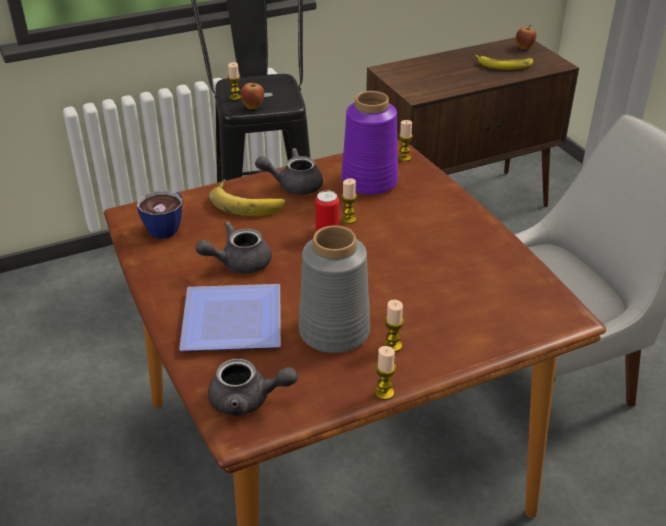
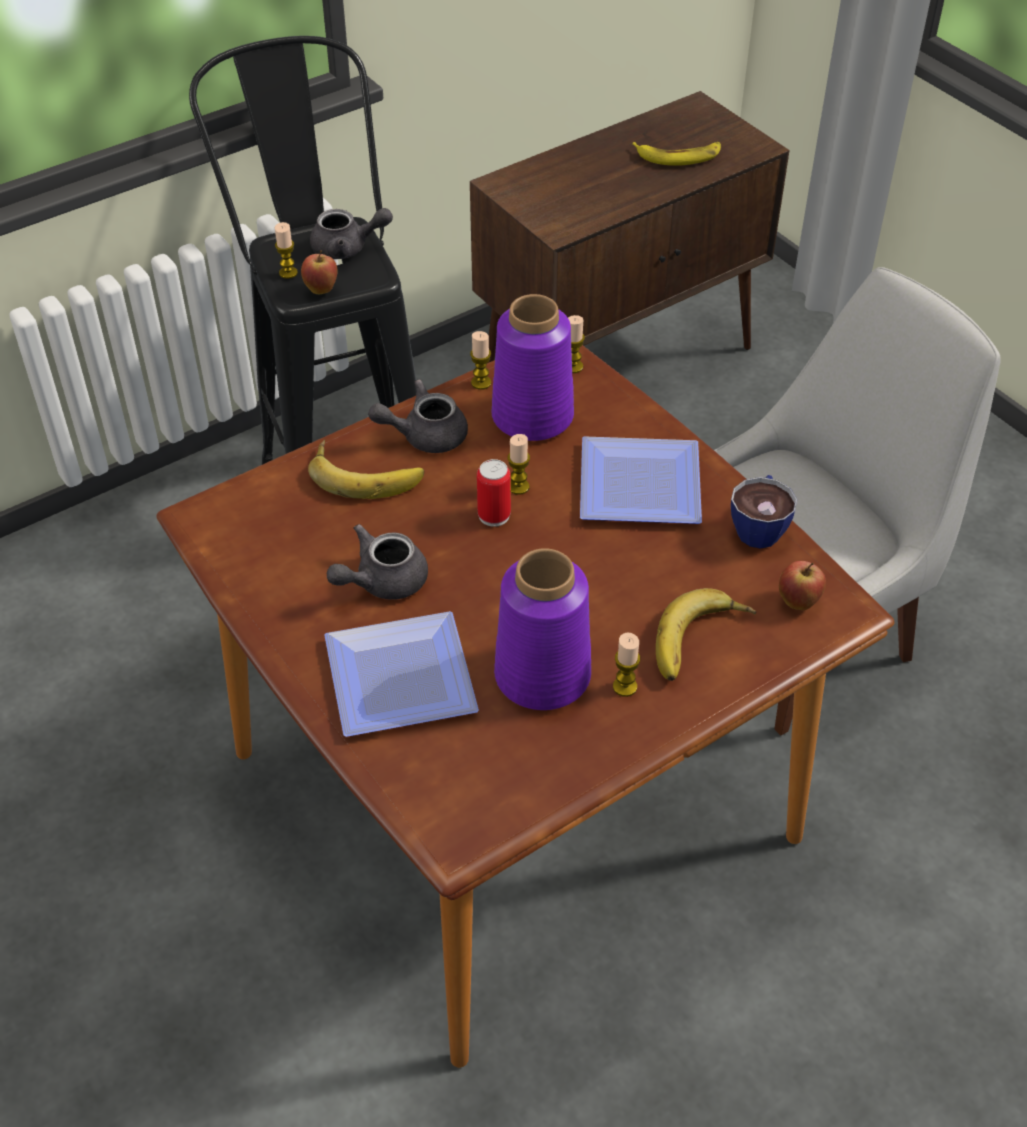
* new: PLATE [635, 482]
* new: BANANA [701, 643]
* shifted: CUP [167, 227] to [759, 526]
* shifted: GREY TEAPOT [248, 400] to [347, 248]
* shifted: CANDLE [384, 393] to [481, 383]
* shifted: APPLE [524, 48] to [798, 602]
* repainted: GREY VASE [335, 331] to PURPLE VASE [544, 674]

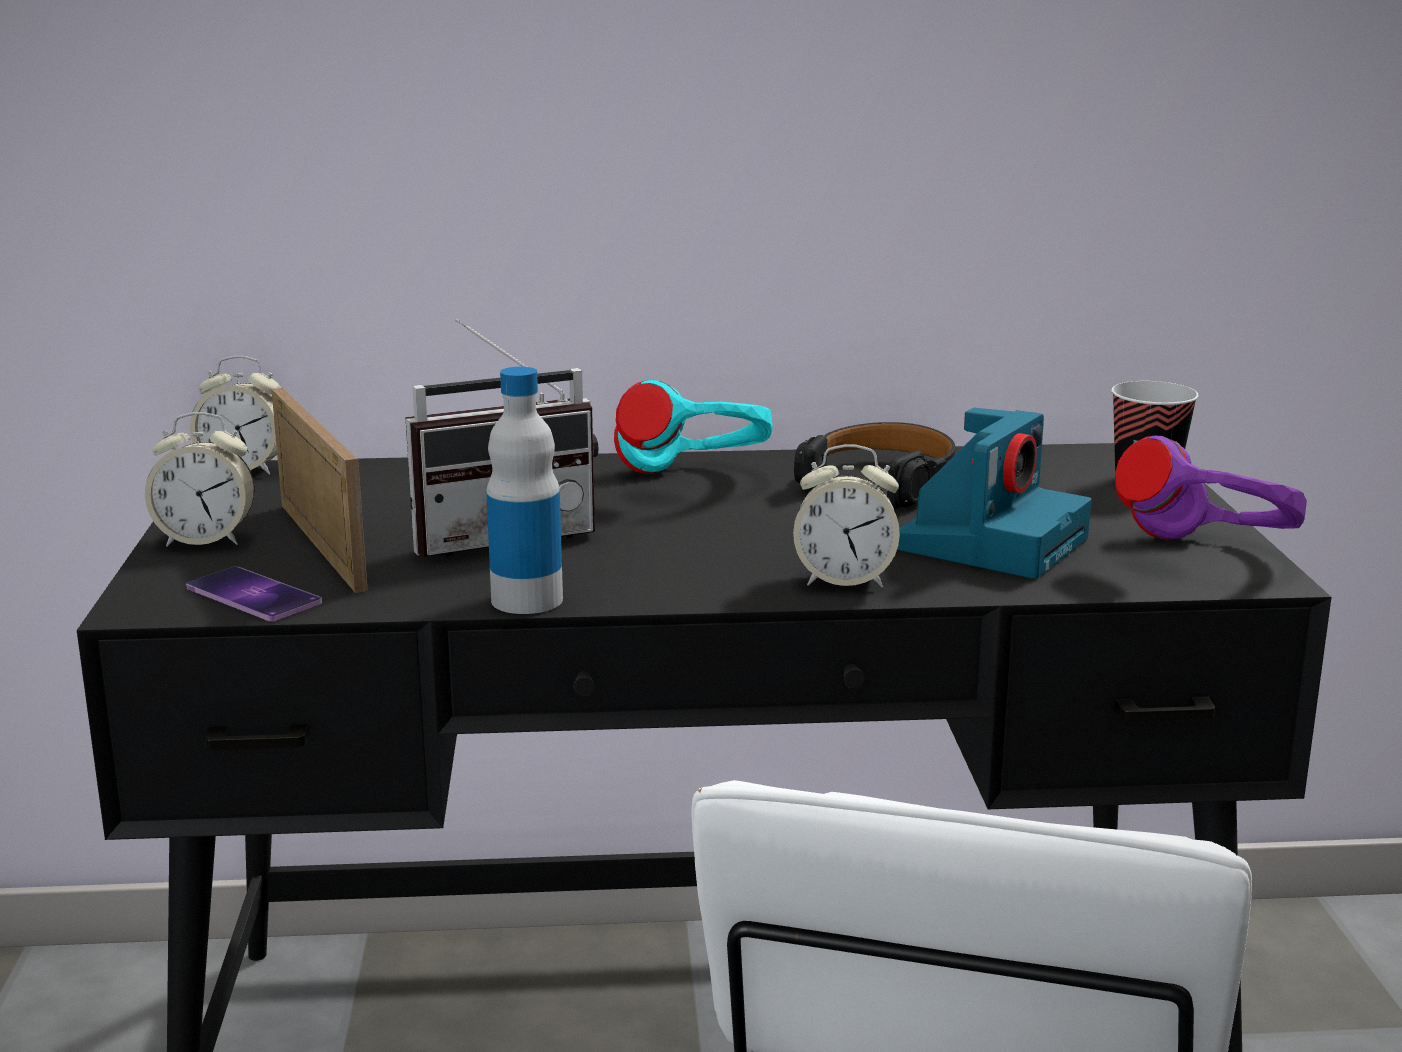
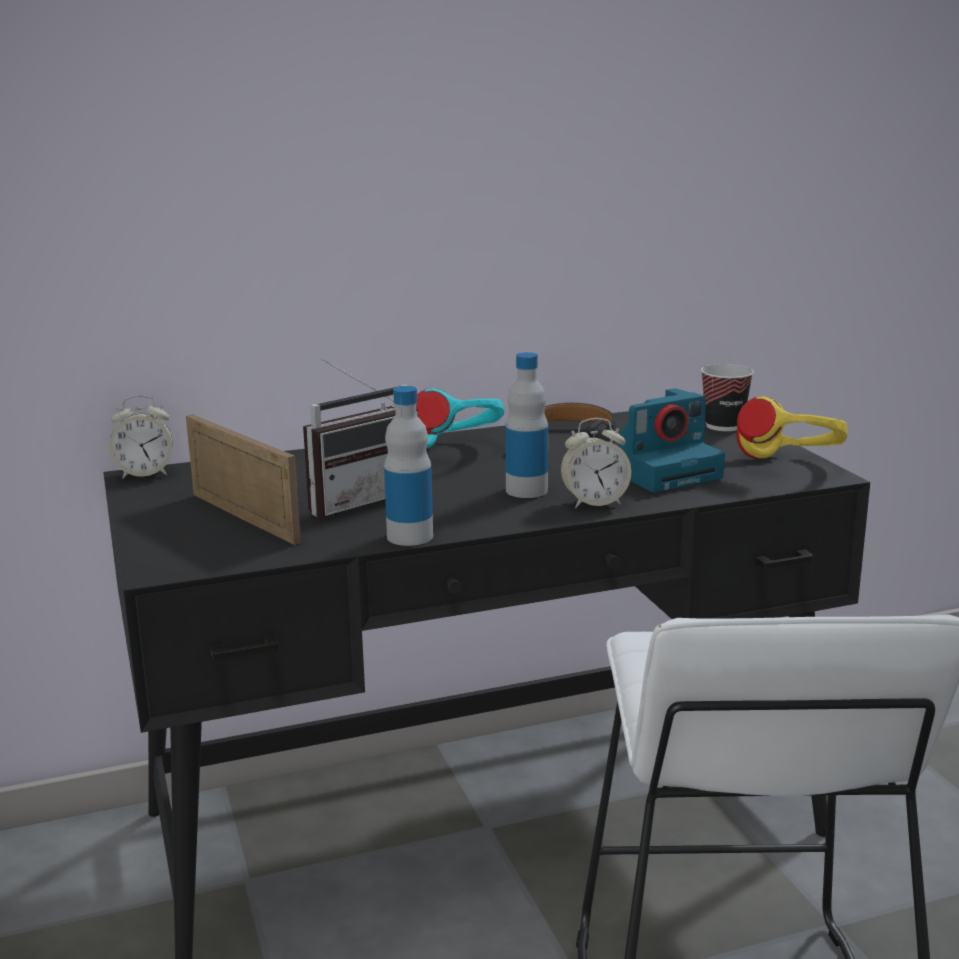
* gone: ALARM CLOCK [206, 540]
* gone: PHONE [253, 595]
* new: BOTTLE [526, 490]
* repainted: PURPLE HEADPHONES [1205, 557] to YELLOW HEADPHONES [788, 467]
* rotated: PHOTO CAMERA [991, 541] = [662, 470] 45 degrees clockwise

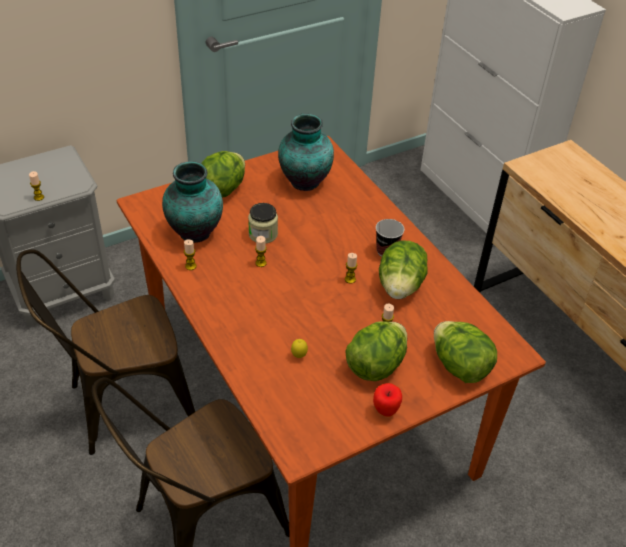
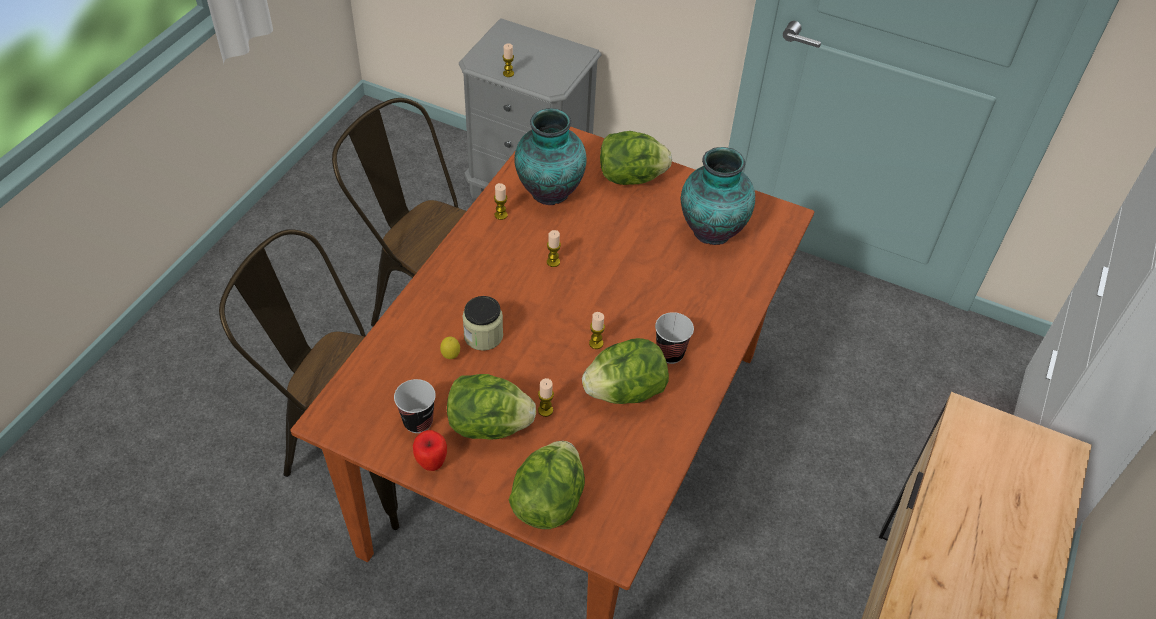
* new: CUP [418, 421]
* shifted: JAR [263, 234] to [483, 336]

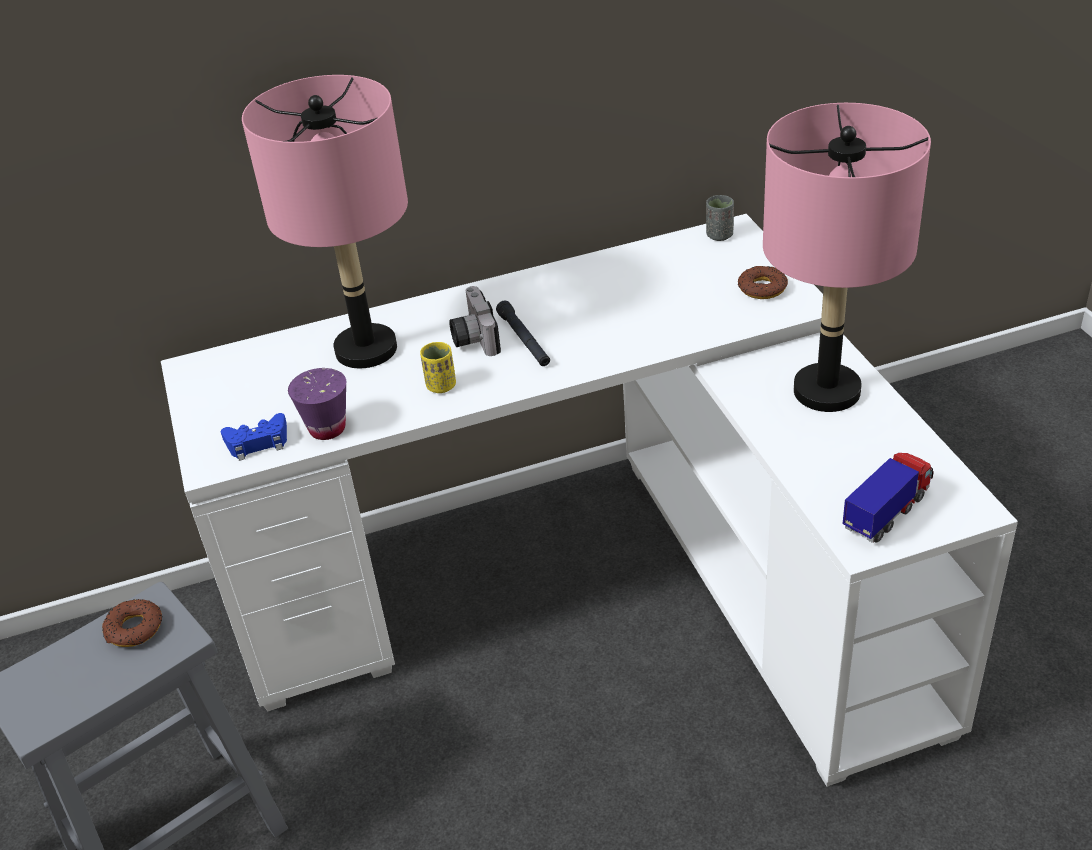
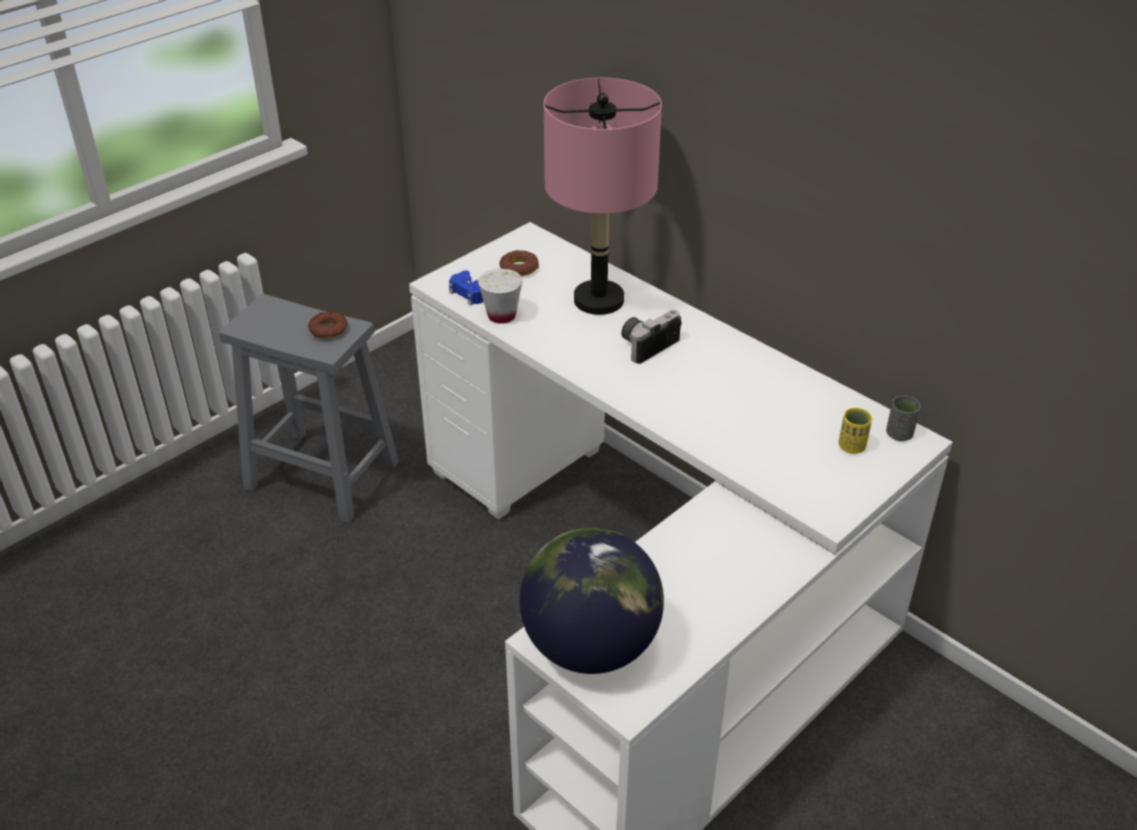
* gone: BLACK FLASHLIGHT [524, 340]
* gone: PINK TABLE LAMP [825, 391]
* shifted: YELLOW CUP [441, 386] to [851, 447]
* shifted: DONUT [762, 288] to [519, 268]
* swapped: TOY TRUCK [886, 513] to GLOBE [590, 647]
* repainted: PURPLE CUP [327, 429] to WHITE CUP [501, 316]

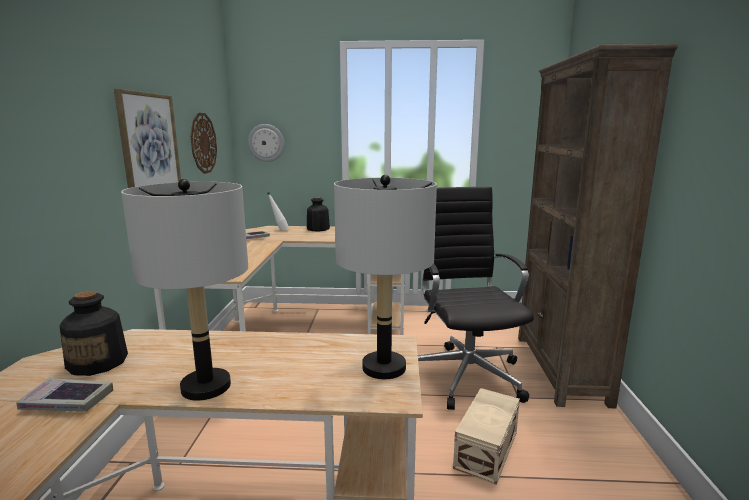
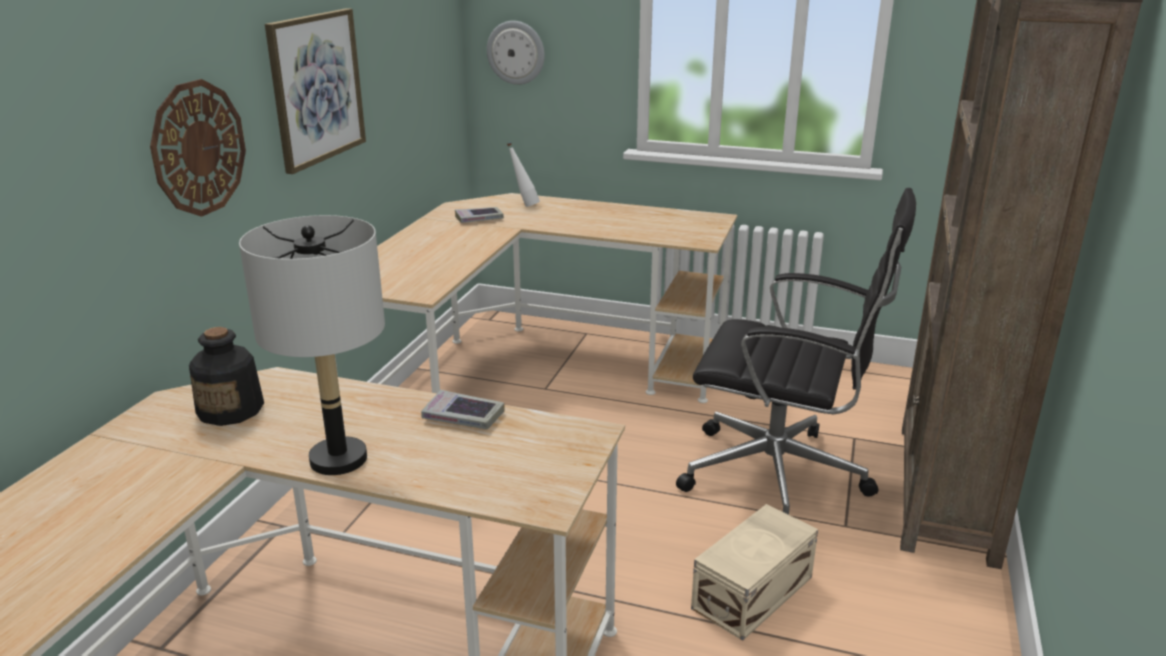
* gone: BOTTLE [318, 229]
* gone: GREY TABLE LAMP [384, 368]
* shifted: BOOK [67, 401] to [463, 416]
* shifted: WALL CLOCK [203, 143] to [198, 148]
* rotated: BLACK OFFICE CHAIR [466, 374] = [780, 477] 105 degrees clockwise

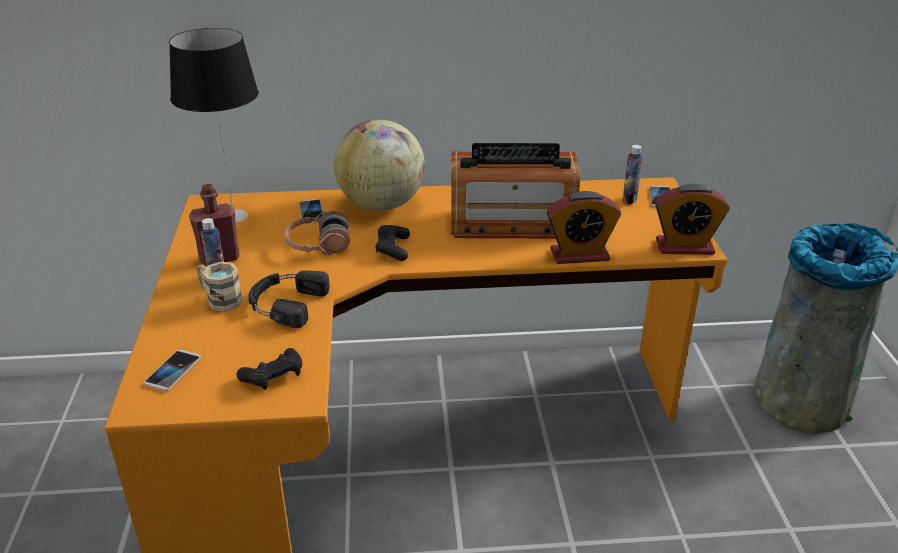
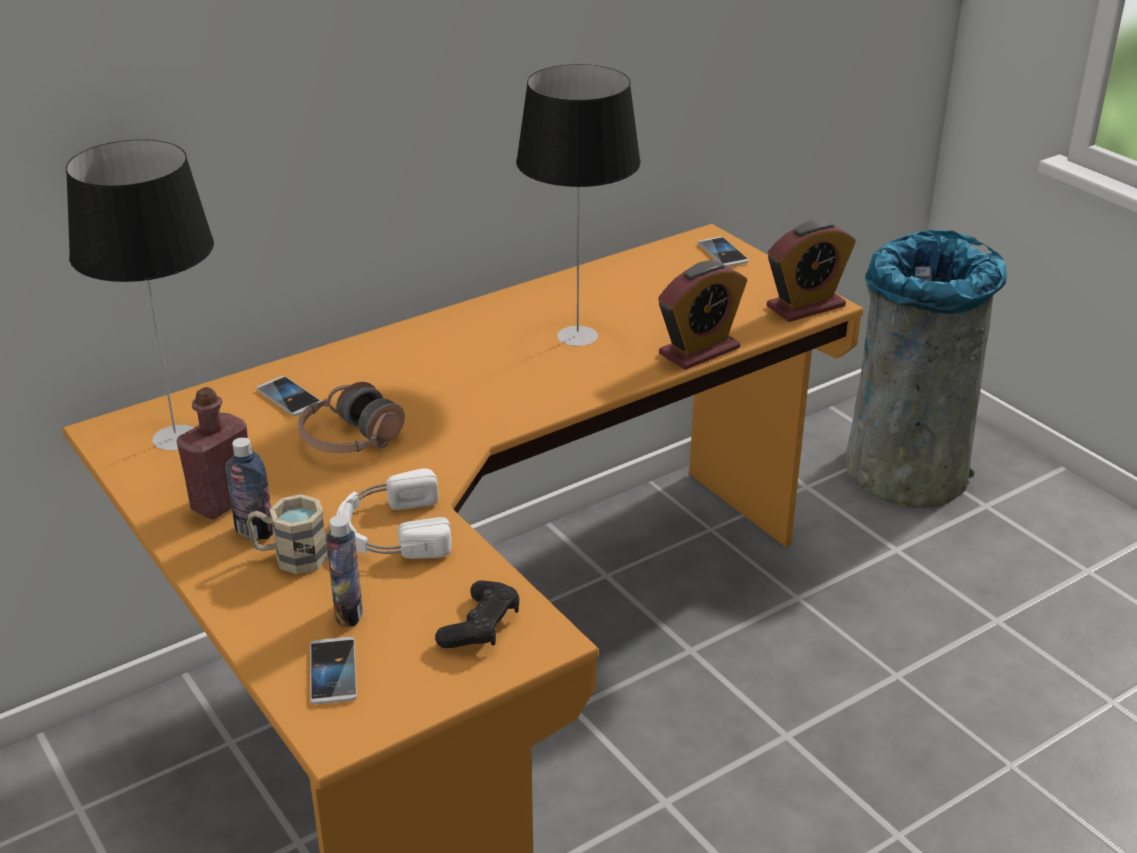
* gone: GLOBE [381, 205]
* gone: BLACK GAME CONTROLLER [393, 249]
* shifted: BOTTLE [629, 199] to [348, 613]
* swapped: RADIO [511, 223] to TABLE LAMP [578, 335]
* repainted: BLACK HEADPHONES [285, 303] to WHITE HEADPHONES [391, 531]

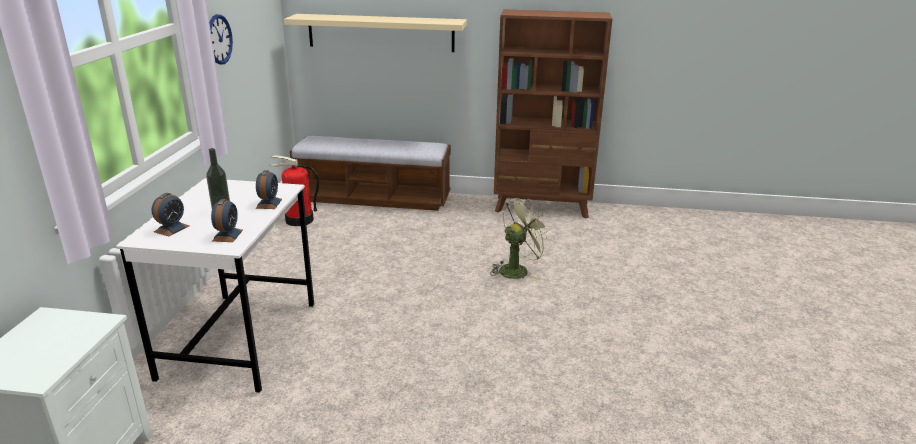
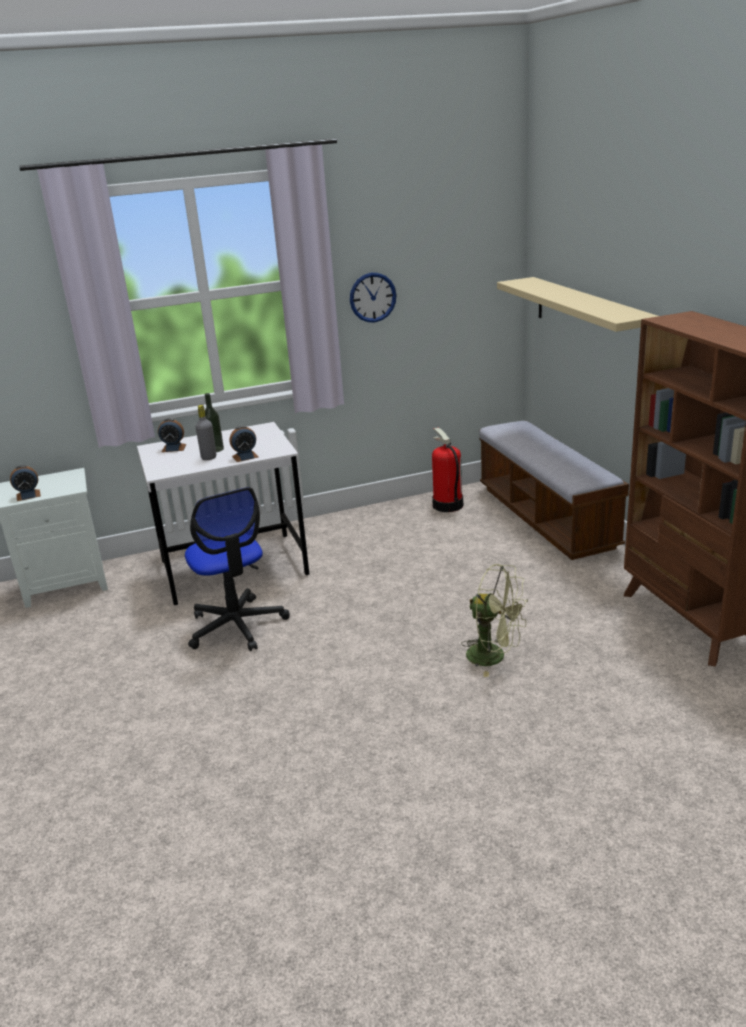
* new: OFFICE CHAIR [237, 626]
* new: GREY BOTTLE [209, 457]
* shifted: ALARM CLOCK [227, 235] to [28, 495]

